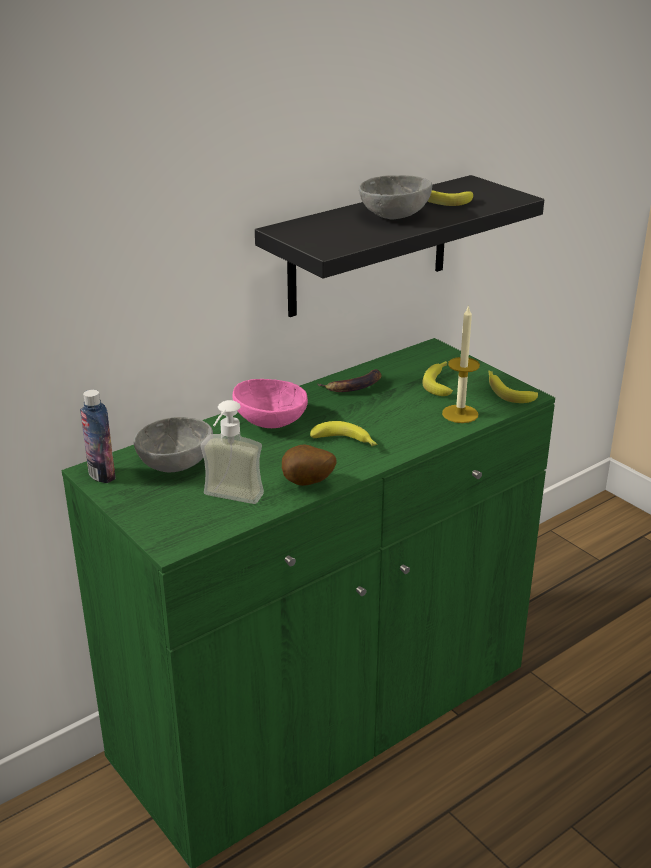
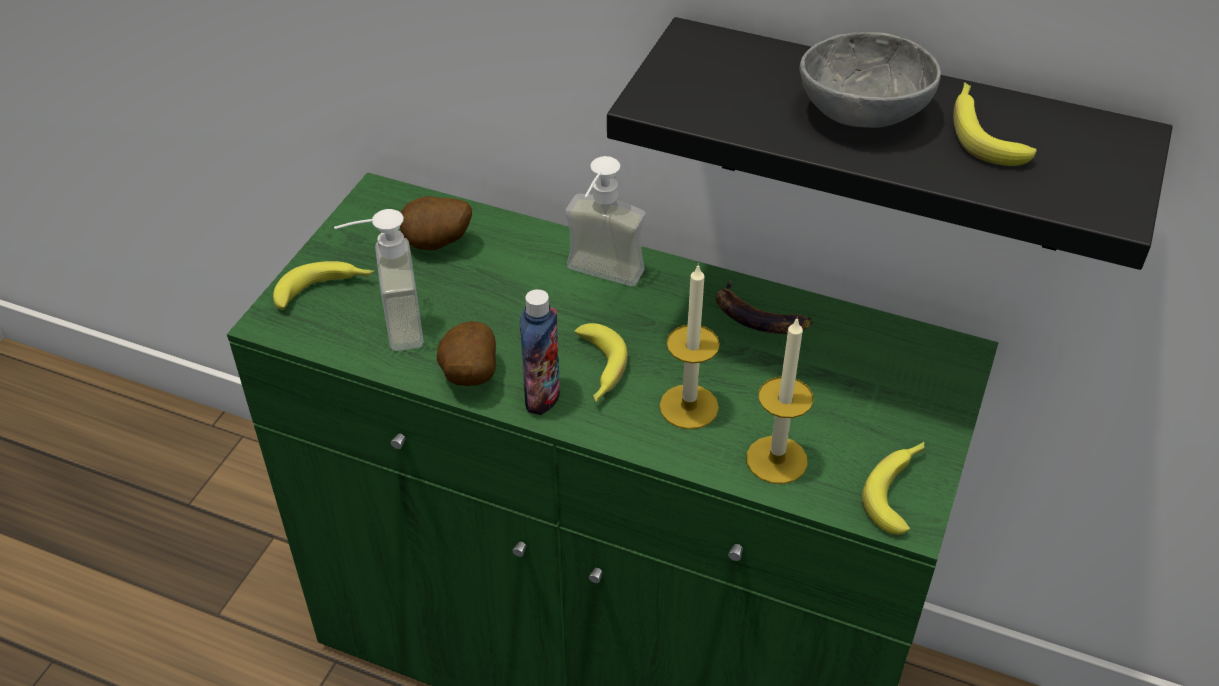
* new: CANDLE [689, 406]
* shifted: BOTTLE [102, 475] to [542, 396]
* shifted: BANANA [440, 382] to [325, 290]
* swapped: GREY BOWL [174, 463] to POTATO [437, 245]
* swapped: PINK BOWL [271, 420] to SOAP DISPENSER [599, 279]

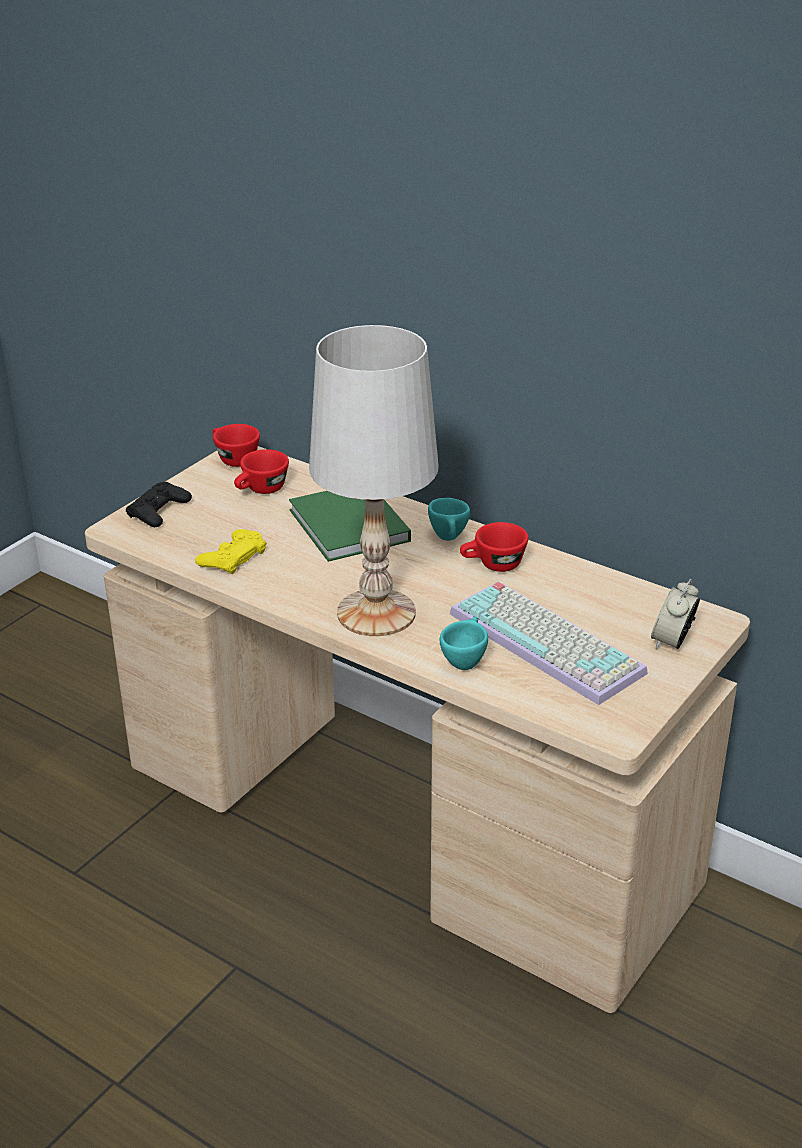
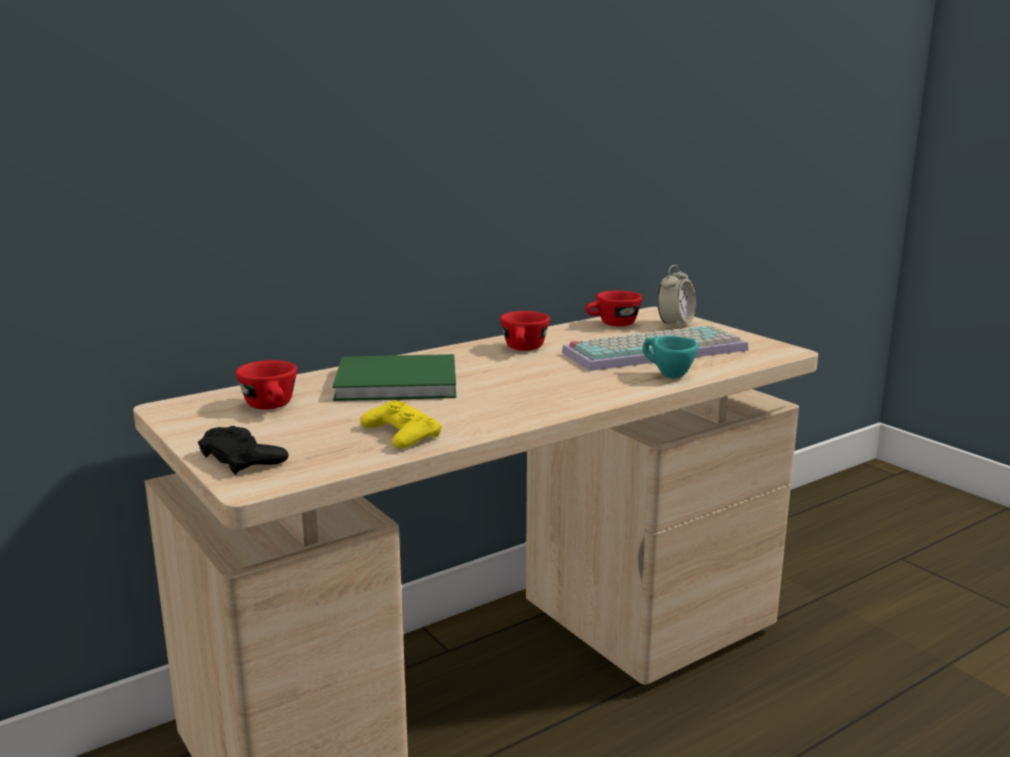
* gone: WHITE TABLE LAMP [377, 612]
* gone: TURQUOISE CUP [450, 539]
* shifted: RED CUP [233, 458] to [612, 324]
* rotated: ALARM CLOCK [672, 642] = [675, 324] 105 degrees counterclockwise

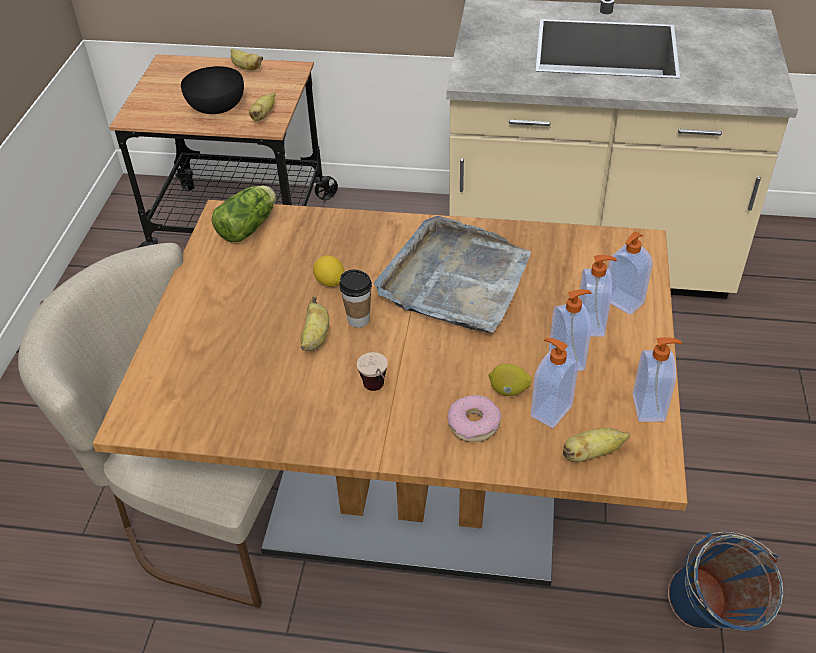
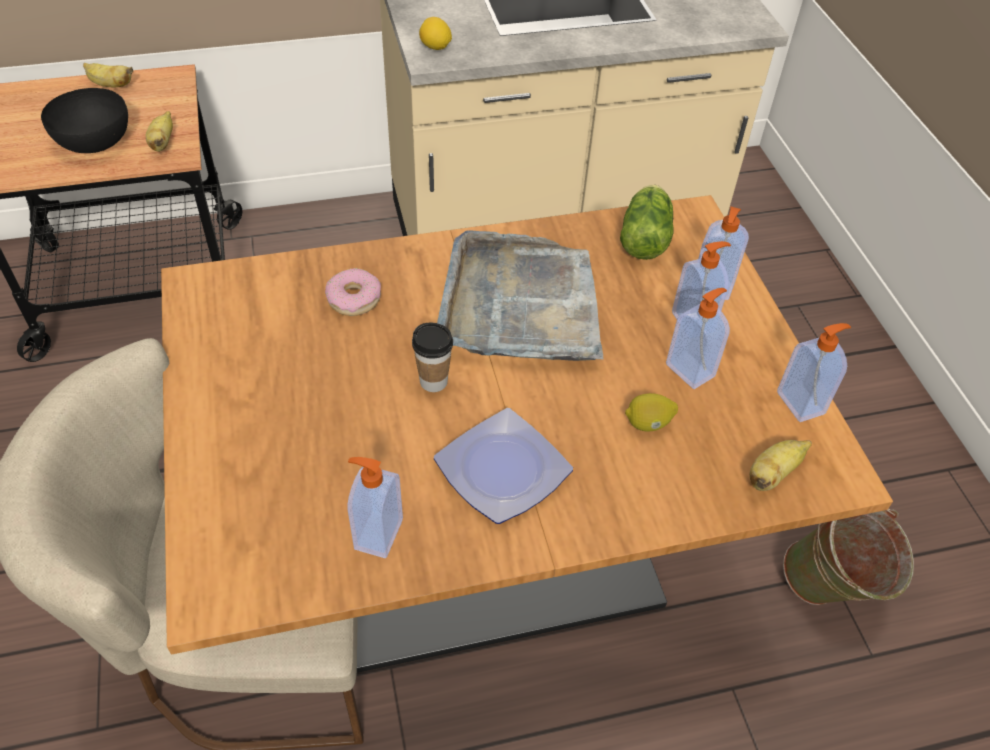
* gone: BANANA [315, 338]
* shifted: LETTUCE [250, 226] to [645, 236]
* shifted: LEMON [330, 282] to [435, 47]
* shifted: DONUT [474, 424] to [354, 299]
* shifted: SOAP DISPENSER [550, 410] to [377, 534]
* swapped: CUP [377, 392] to PLATE [503, 468]
* repainted: BLUE BUCKET [711, 622] to GREEN BUCKET [830, 593]

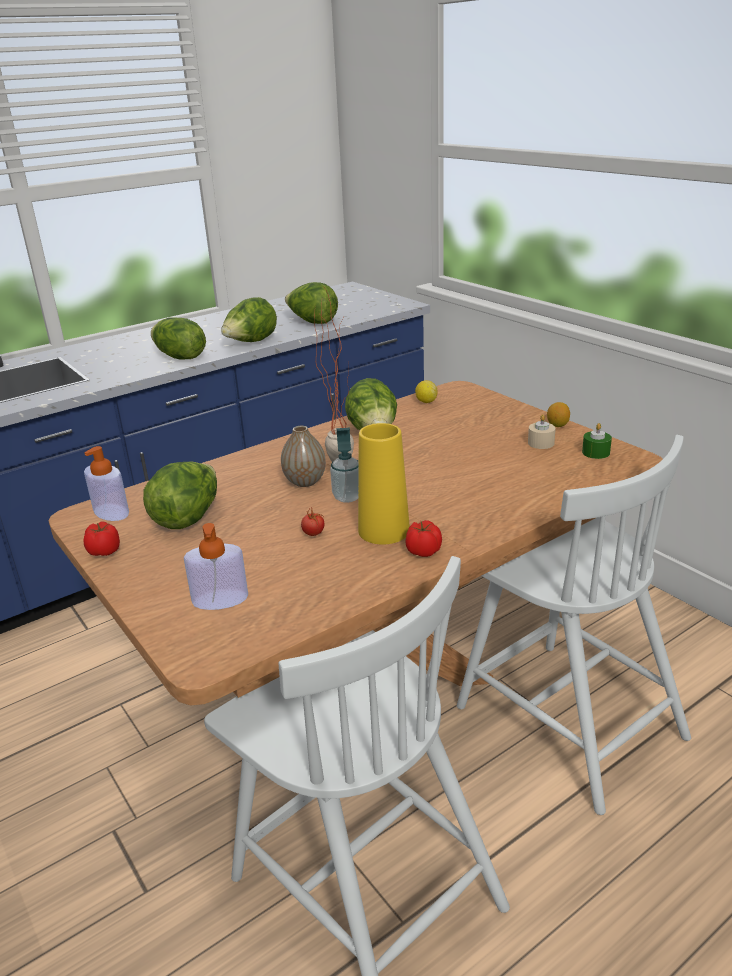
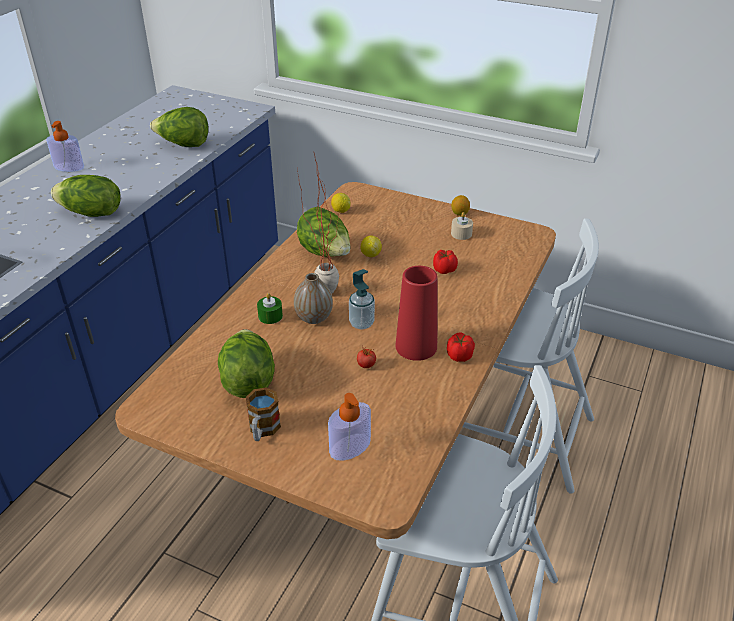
* gone: LETTUCE [251, 343]
* new: MUG [263, 430]
* new: LEMON [370, 254]
* shifted: TOMATO [105, 551] to [444, 269]
* shifted: SOAP DISPENSER [111, 512] to [69, 167]
* shifted: GREEN CANDLE [596, 452] to [270, 316]
* repainted: YELLOW VASE [384, 530] to RED VASE [416, 346]

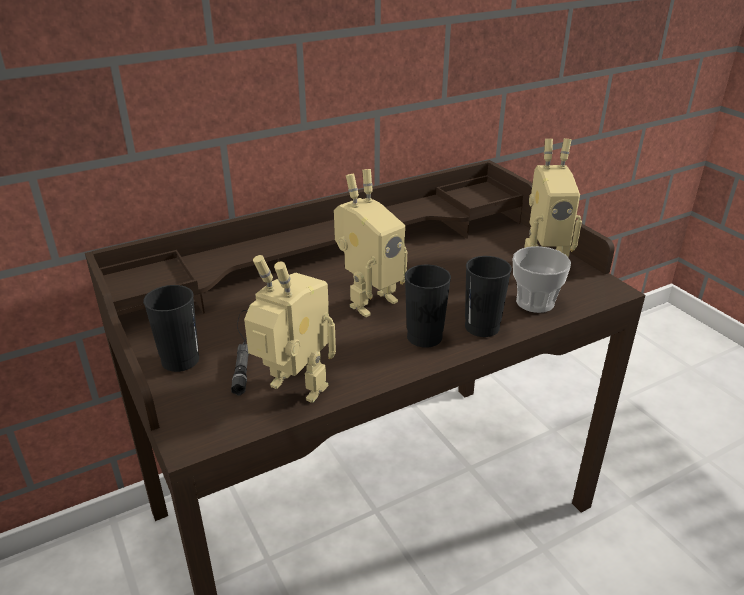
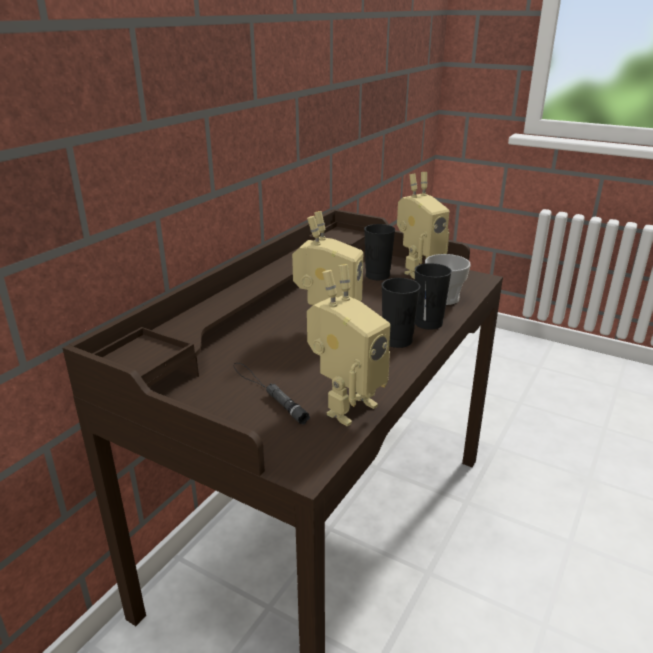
* shifted: BLACK CUP [180, 360] to [377, 275]
* rotated: TOY ROBOT [293, 391] = [345, 406] 135 degrees clockwise

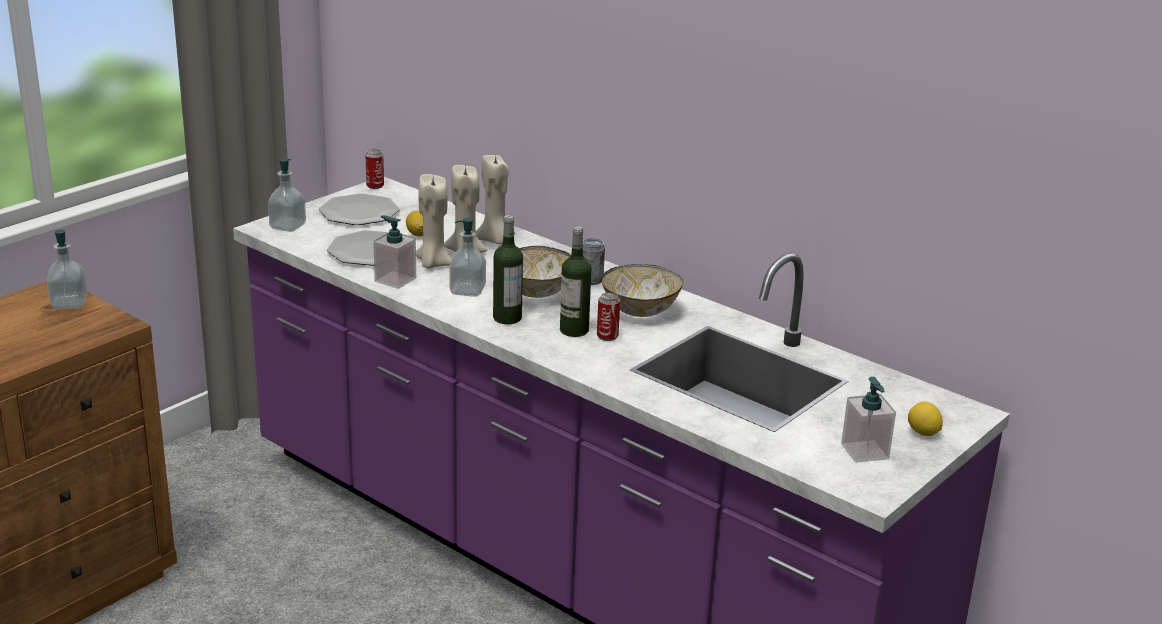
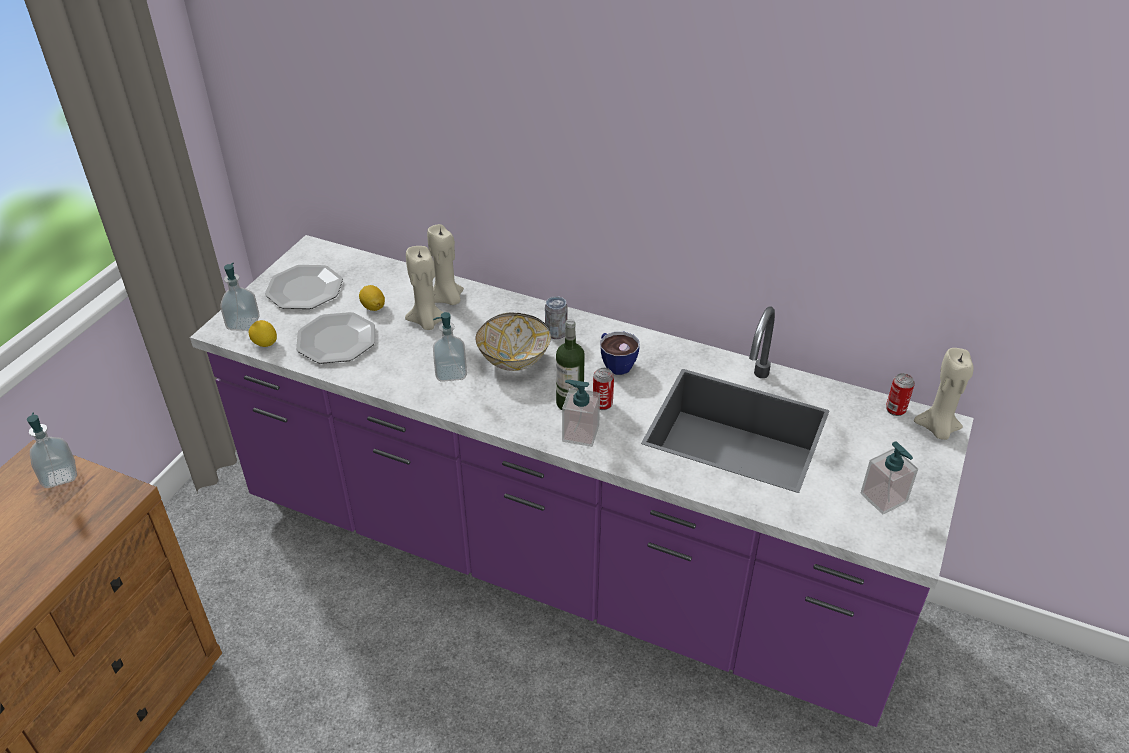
* gone: BOTTLE [507, 318]
* shifted: CAN [375, 186] to [895, 410]
* shifted: SOAP DISPENSER [395, 280] to [580, 433]
* shifted: BEIGE CANDLE [433, 264] to [937, 429]
* shifted: LEMON [922, 433] to [265, 343]
* swapped: BOWL [639, 310] to CUP [615, 363]

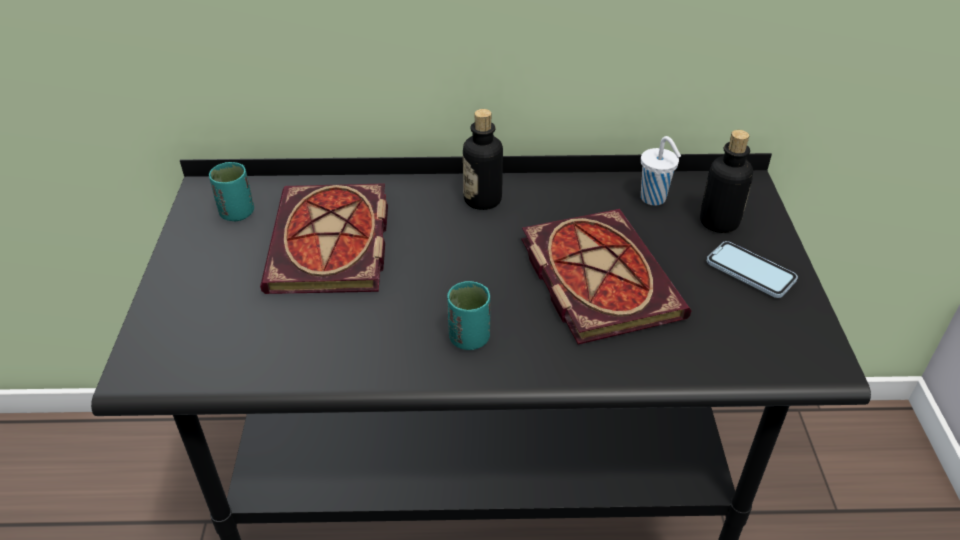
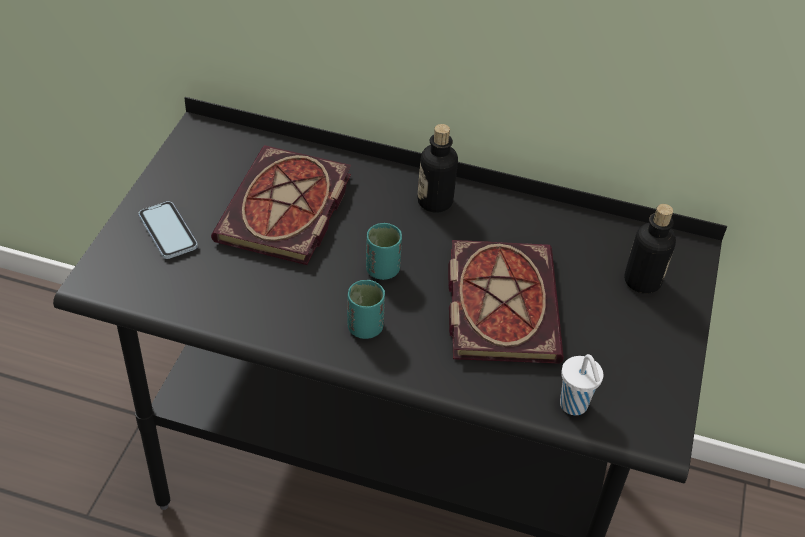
* shifted: TURQUOISE CUP [237, 213] to [382, 270]
* shifted: WHITE CUP [654, 199] to [574, 406]
* shifted: PHONE [750, 271] to [168, 231]

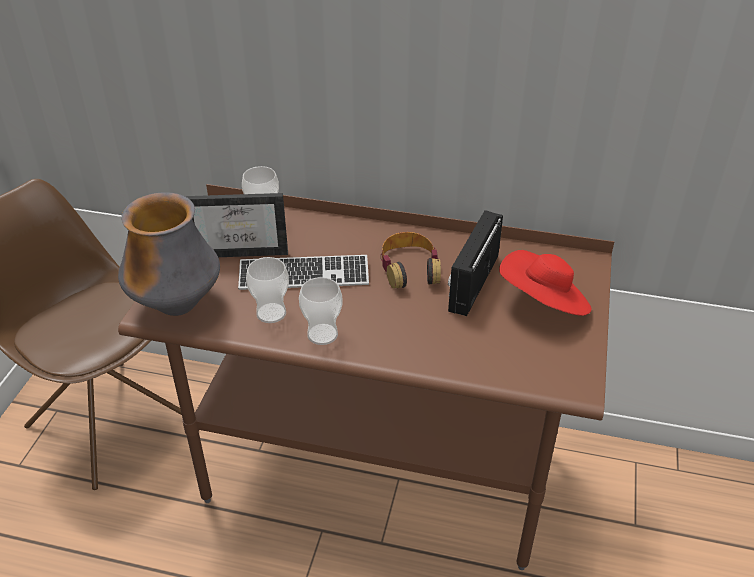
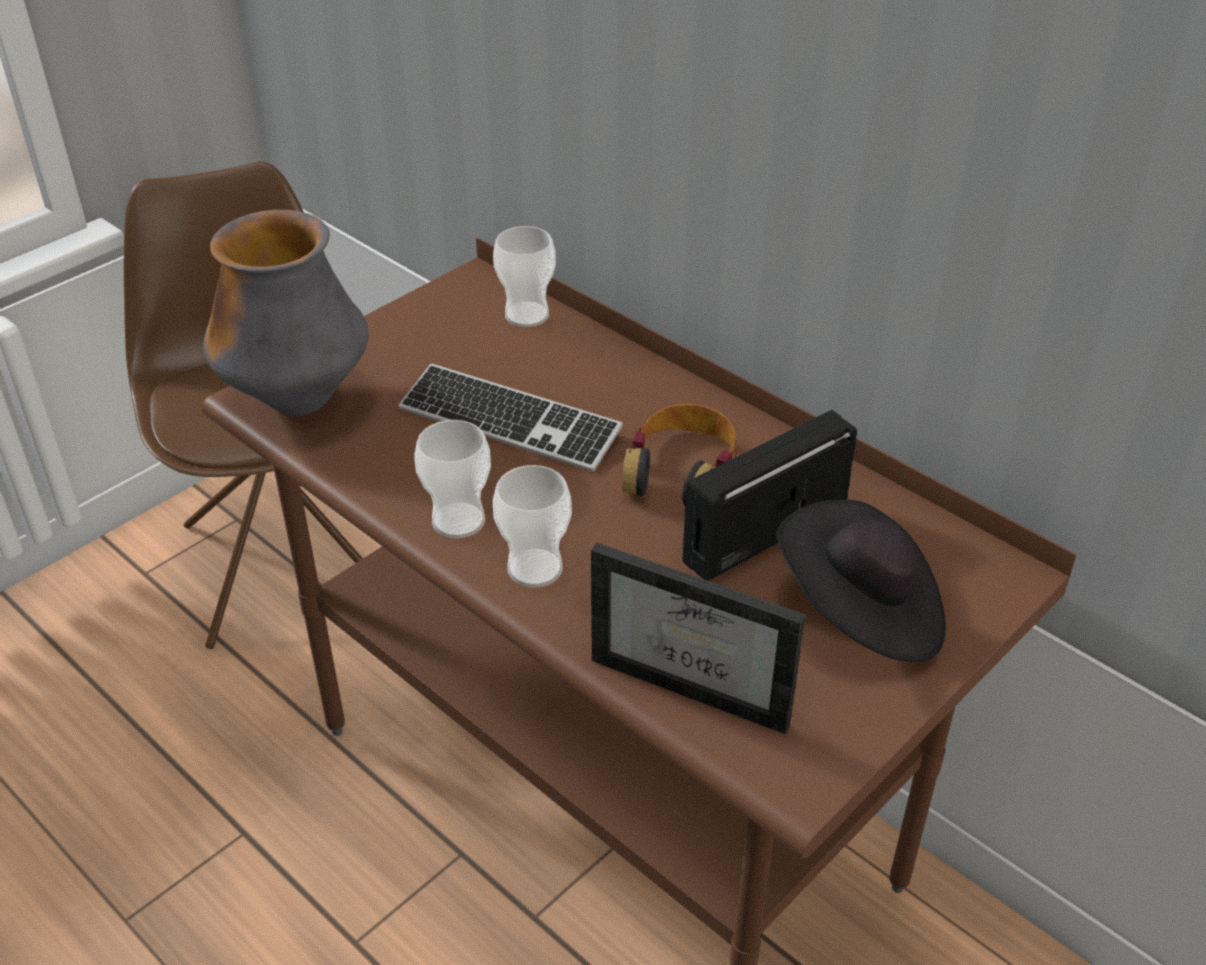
* shifted: PICTURE FRAME [242, 249] to [701, 679]
* shifted: CUP [271, 313] to [535, 568]
* repainted: RED HAT [543, 303] to BLACK HAT [860, 613]

